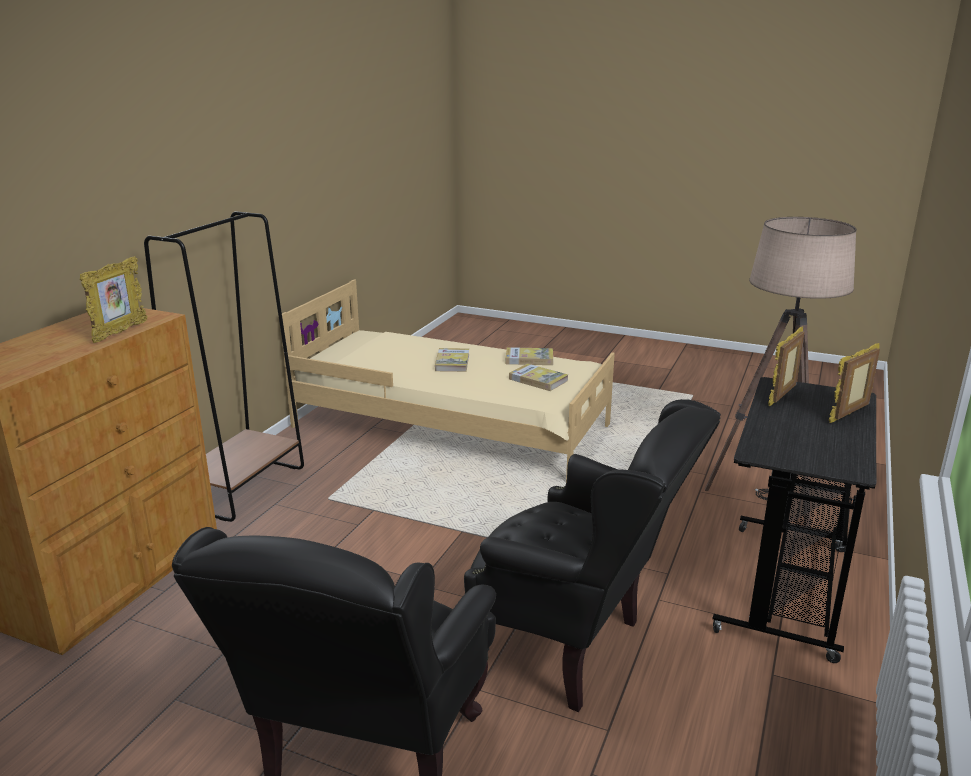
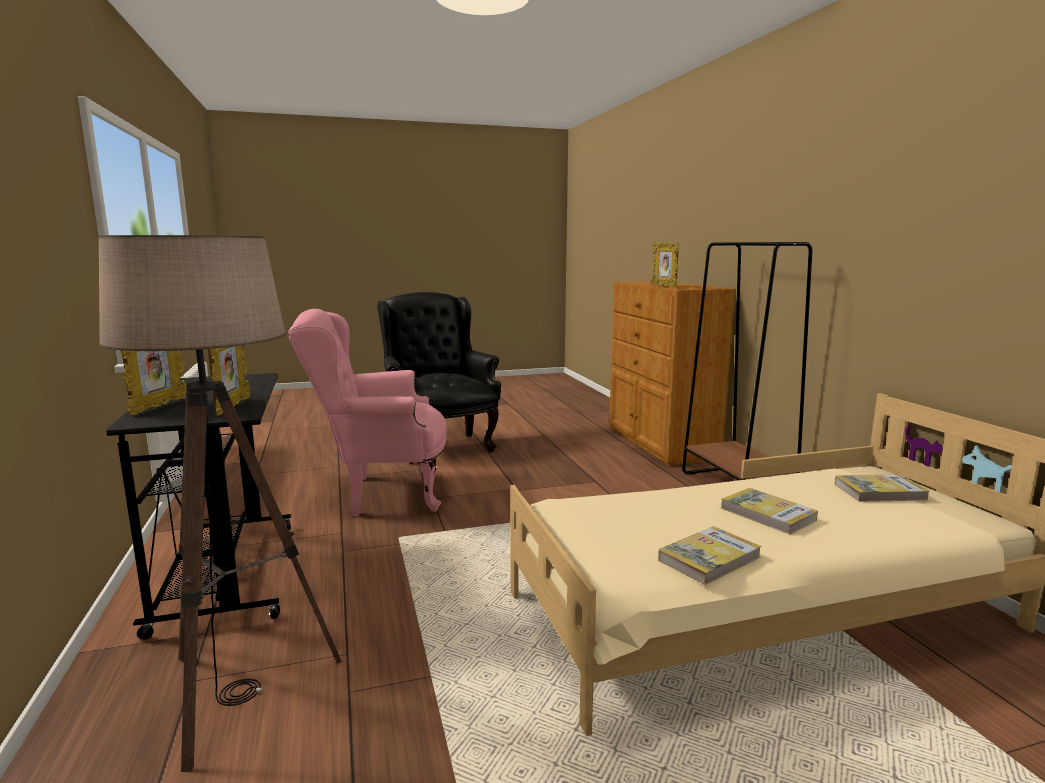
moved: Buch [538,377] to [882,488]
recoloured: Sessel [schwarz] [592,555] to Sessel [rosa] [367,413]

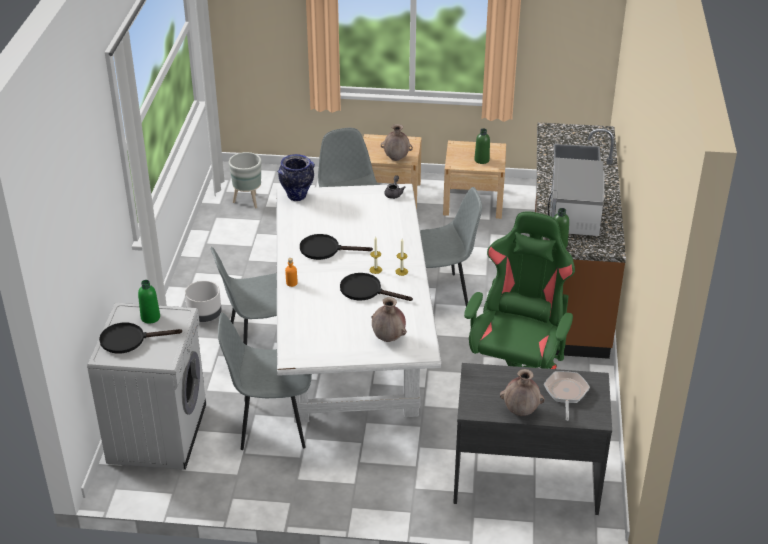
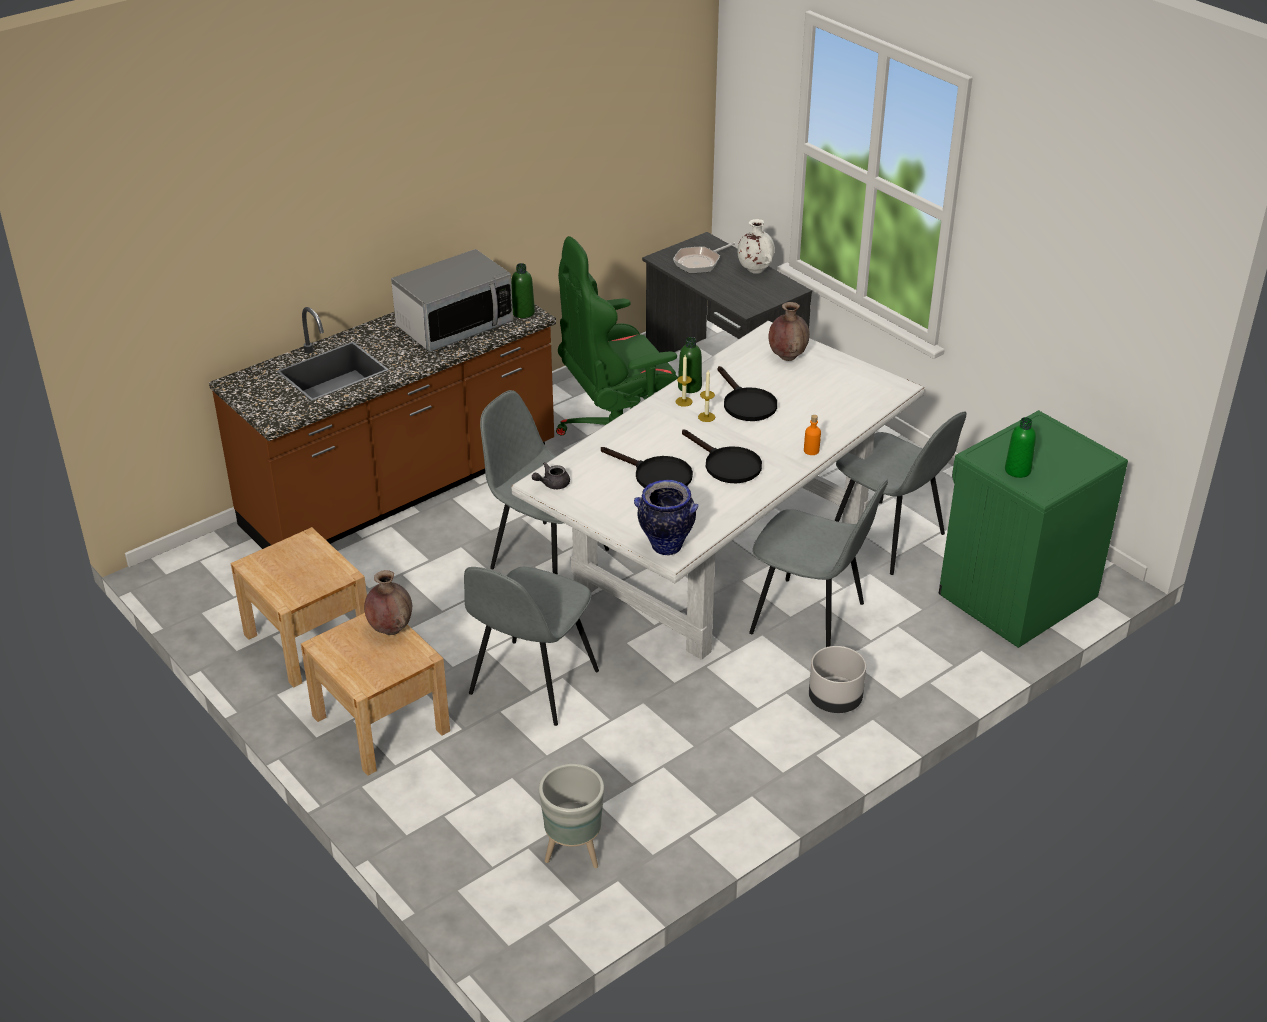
moved: Pfanne [schwarz] [140,338] to [647,467]; Flasche [grün] [482,146] to [690,365]
recoloured: Waschmaschine [weiß] [146,386] to Waschmaschine [grün] [1033,529]; Vase [braun] [522,392] to Vase [weiß] [756,246]

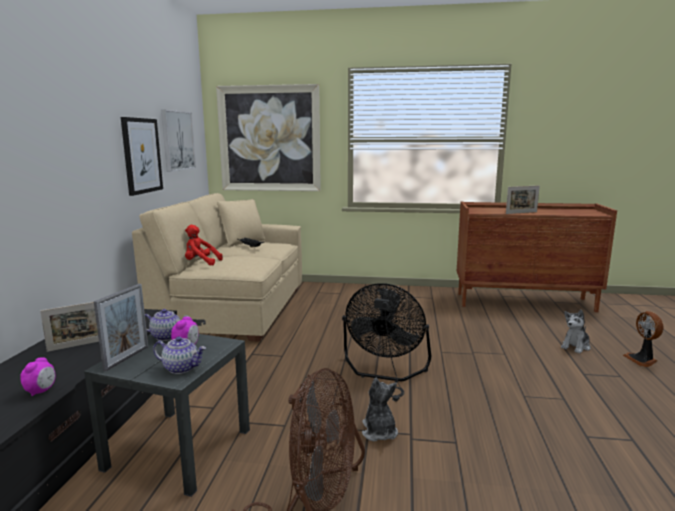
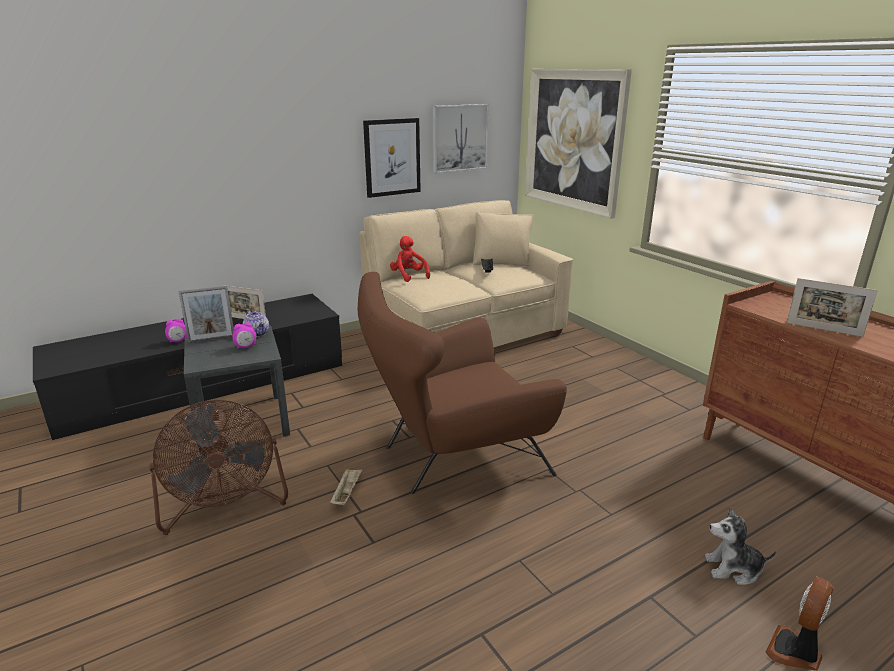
removed: Teekanne [179,355]
replaced: Ventilator [schwarz] [386,342] to Sessel [braun] [462,383]; Plüschtier [380,409] to Tablett [beige] [346,487]

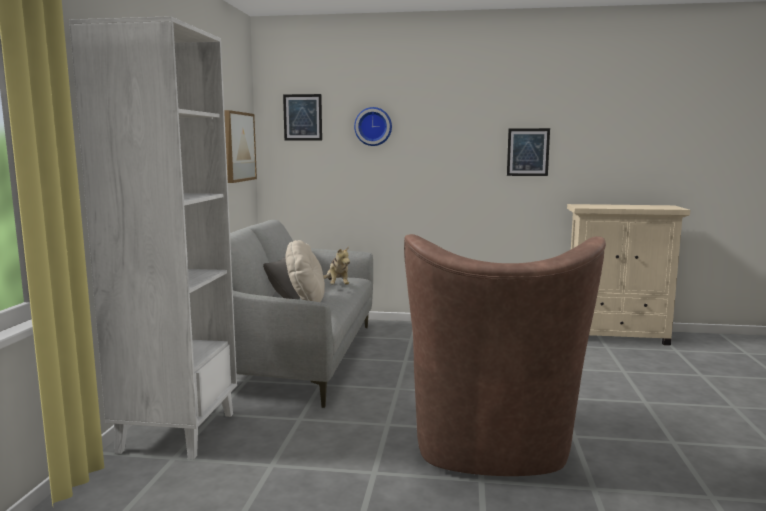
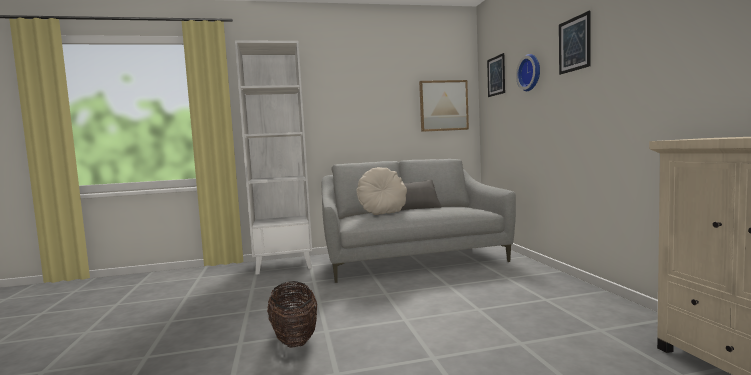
removed: Plüschtier [336,265]
moved: Bild [528,152] to [574,43]
replaced: Sessel [braun] [505,355] to Korb [292,314]

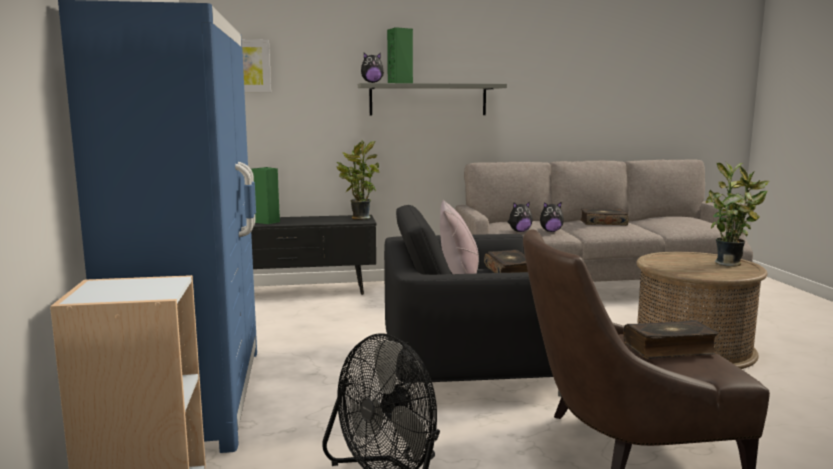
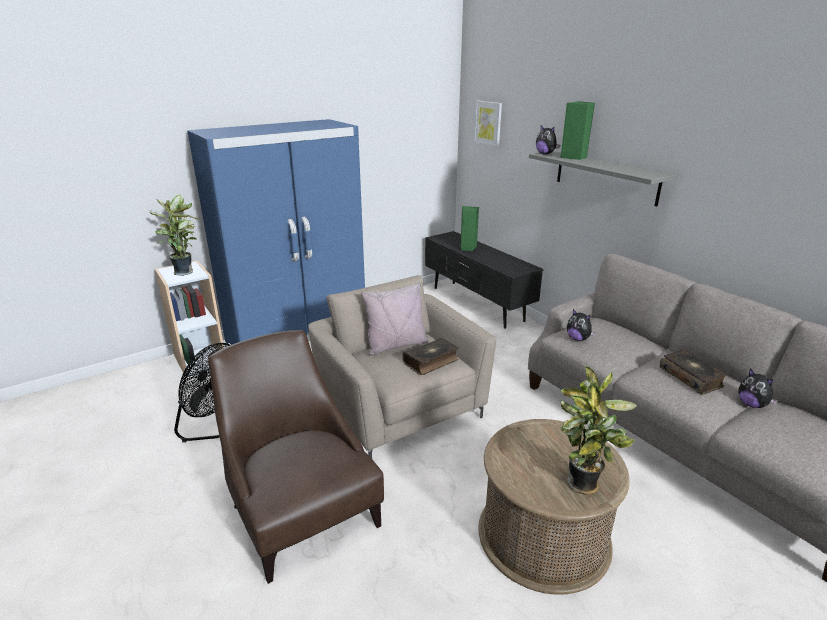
removed: Buch [671,339]
moved: Topfpflanze [358,180] to [174,235]; Plüschtier [552,217] to [758,388]
recoloured: Sessel [schwarz] [473,304] to Sessel [beige] [402,366]

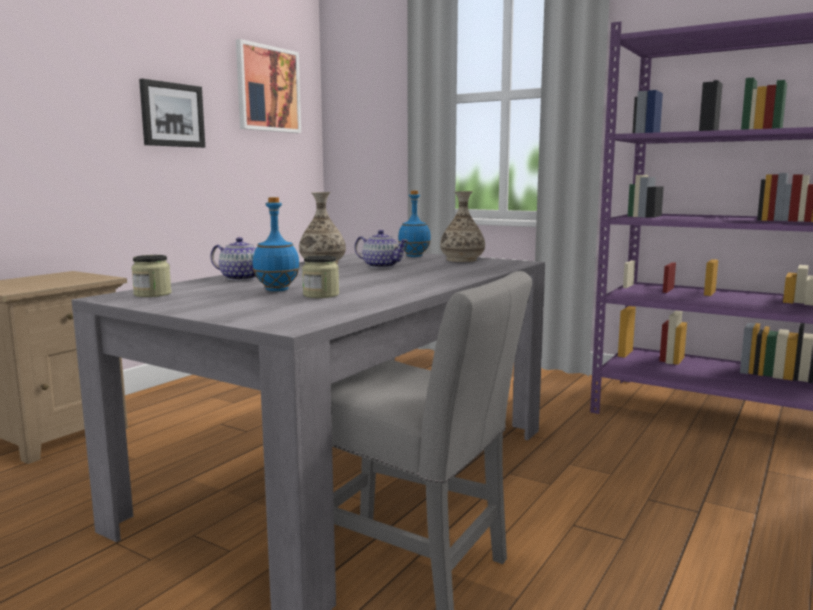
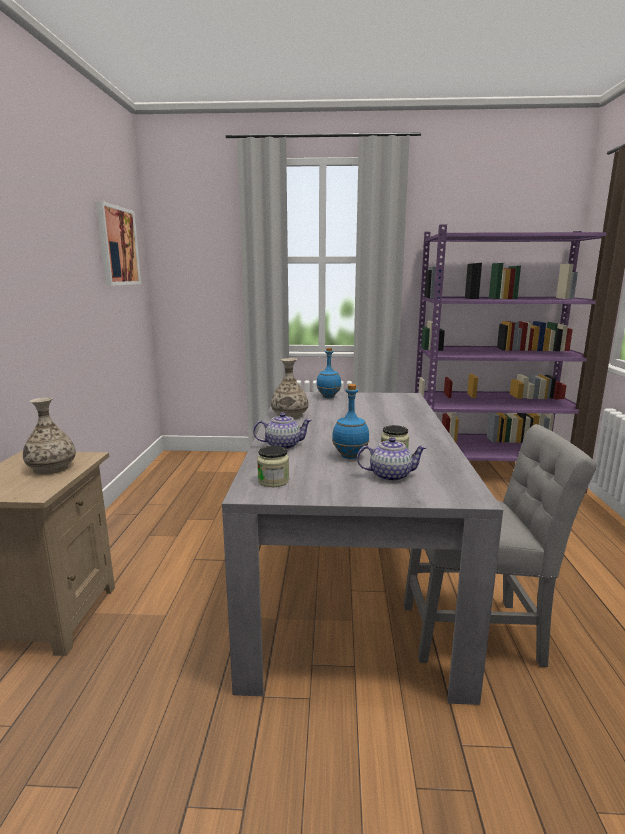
removed: Bild [172,113]
moved: Teekanne [382,249] to [392,459]; Vase [462,226] to [49,436]

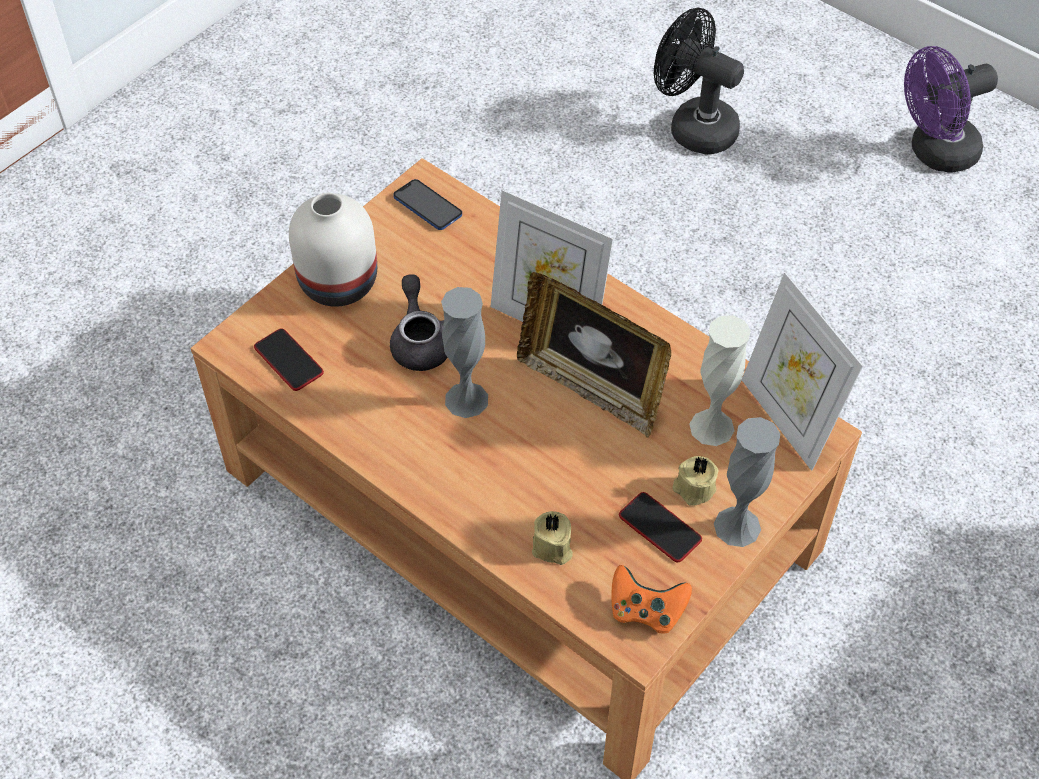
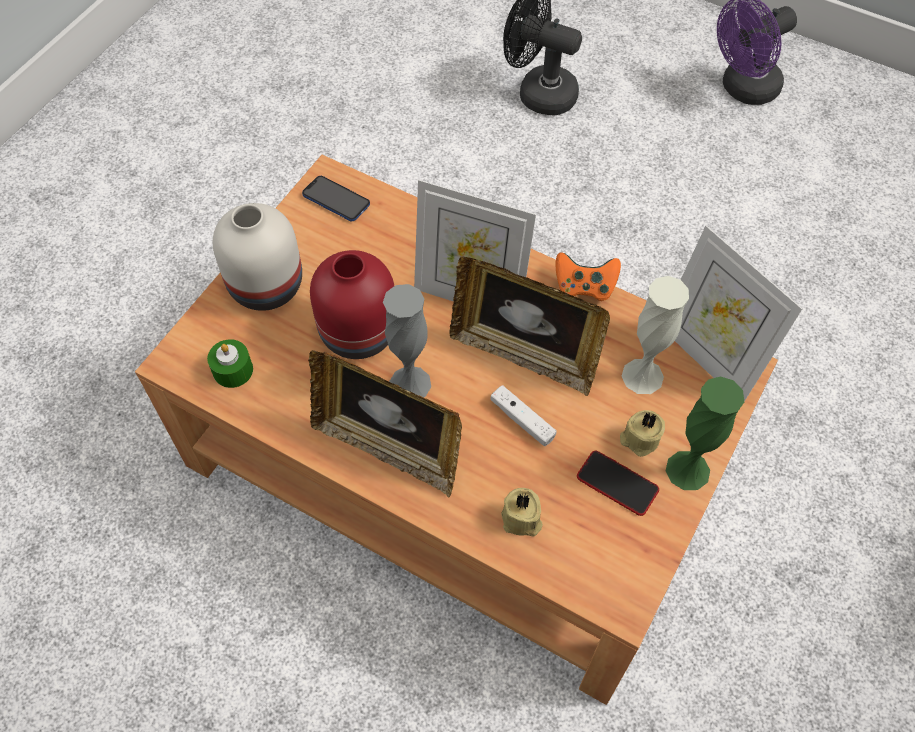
added: Bilderrahmen [385,423]; Gamepad [weiß] [523,415]
moved: Gamepad [orange] [651,599] to [588,276]
replaced: Handy [289,359] to Kerze [grün] [230,363]; Teekanne [grau] [419,323] to Vase [rot] [352,304]
recoloured: Vase [grau] [747,482] to Vase [grün] [705,433]

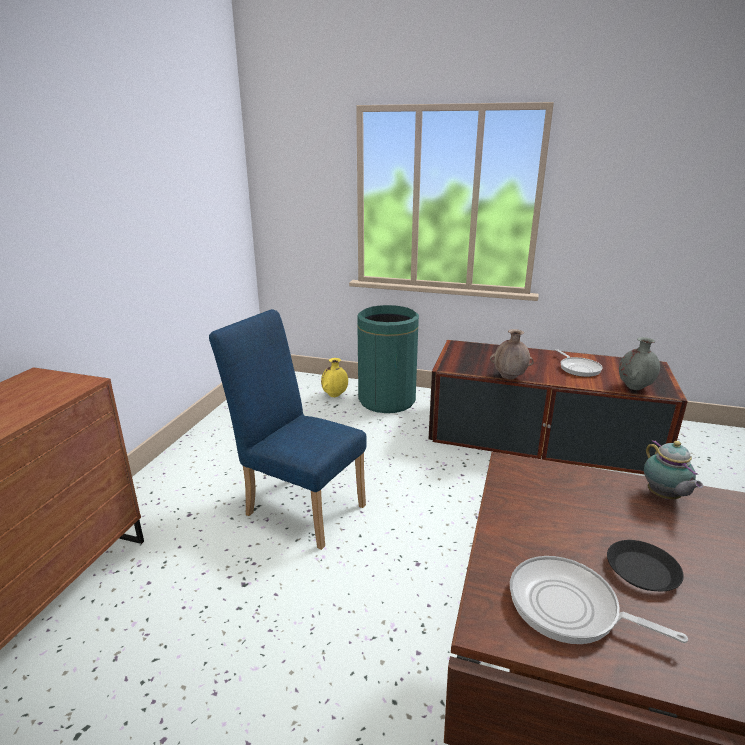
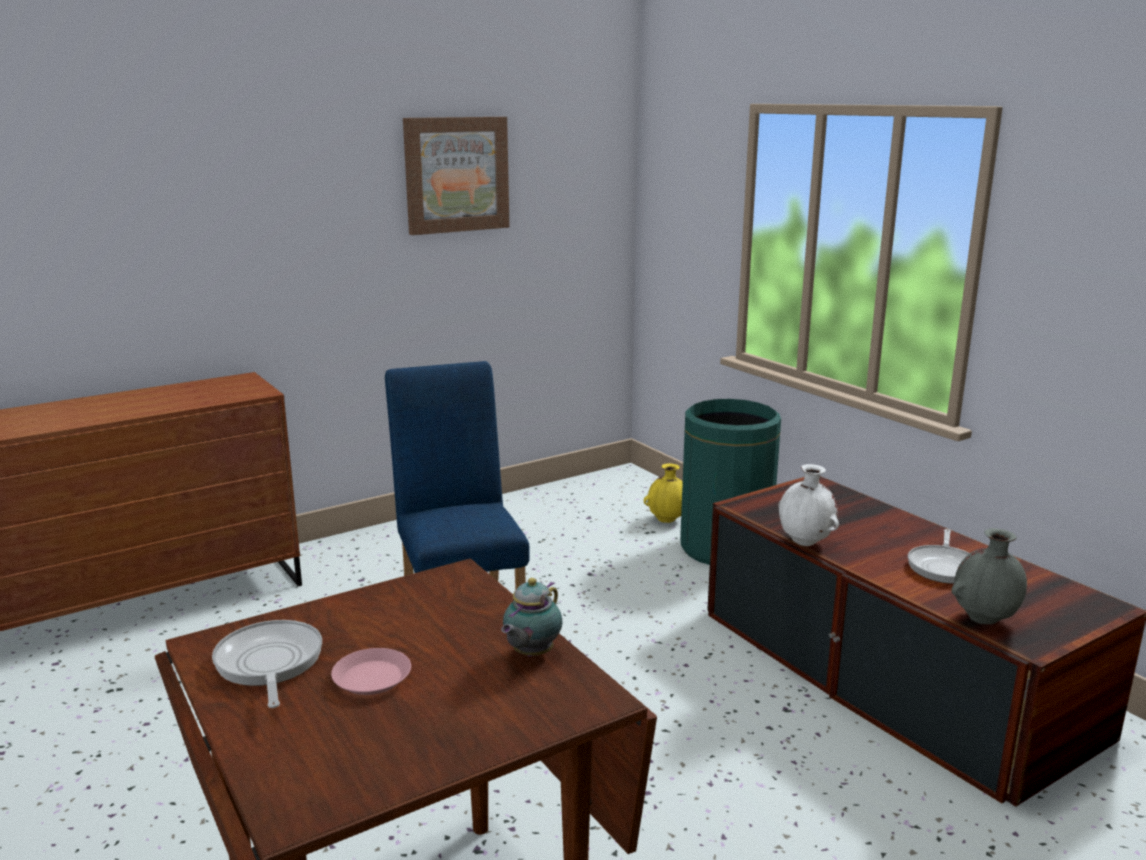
added: Bild [456,176]
recoloured: Vase [braun] [512,354] to Vase [weiß] [808,505]; Teller [schwarz] [645,565] to Teller [rosa] [371,671]

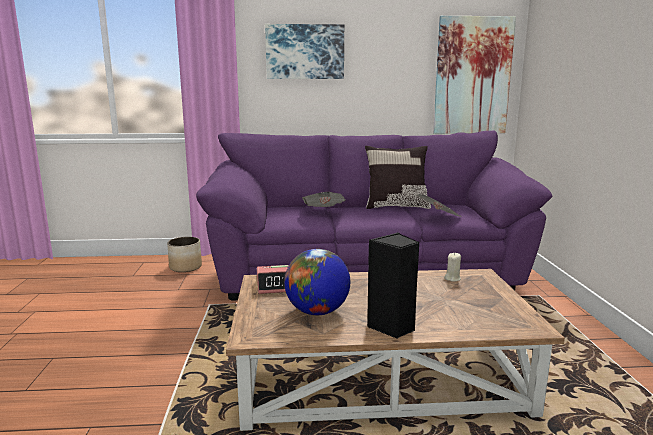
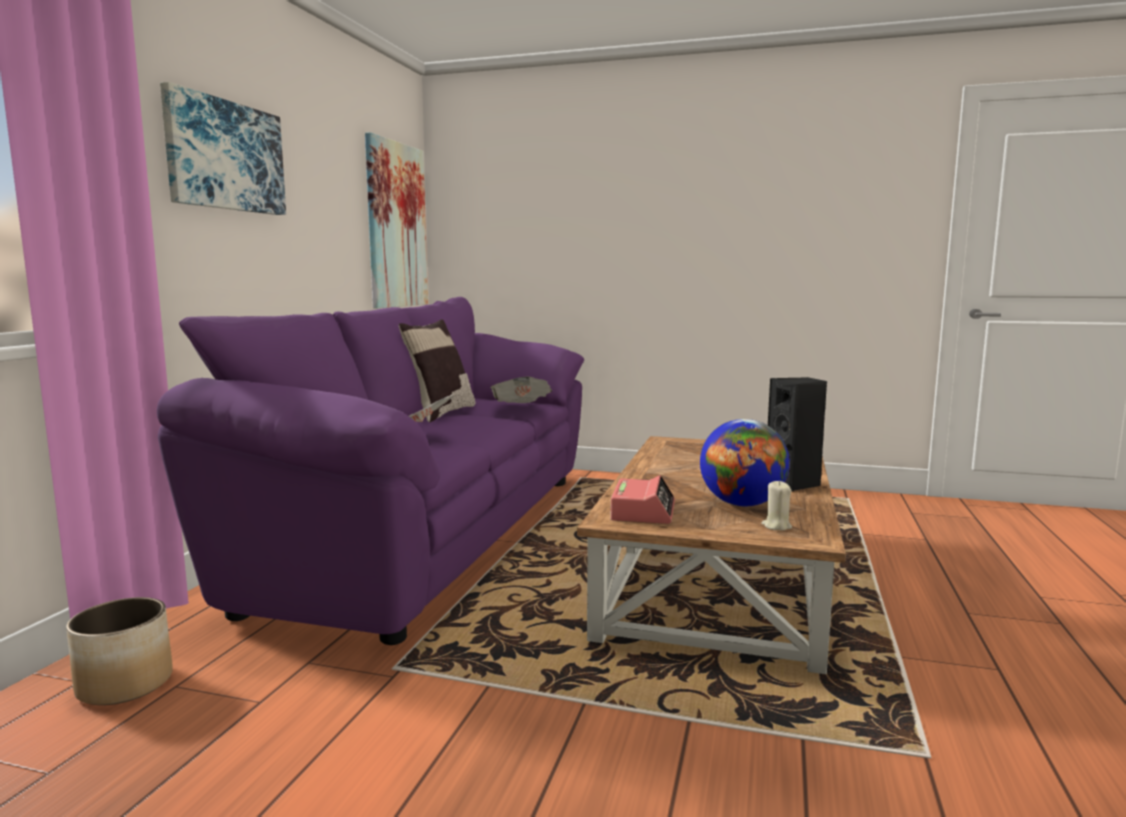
moved: Kerze [beige] [452,267] to [776,506]

